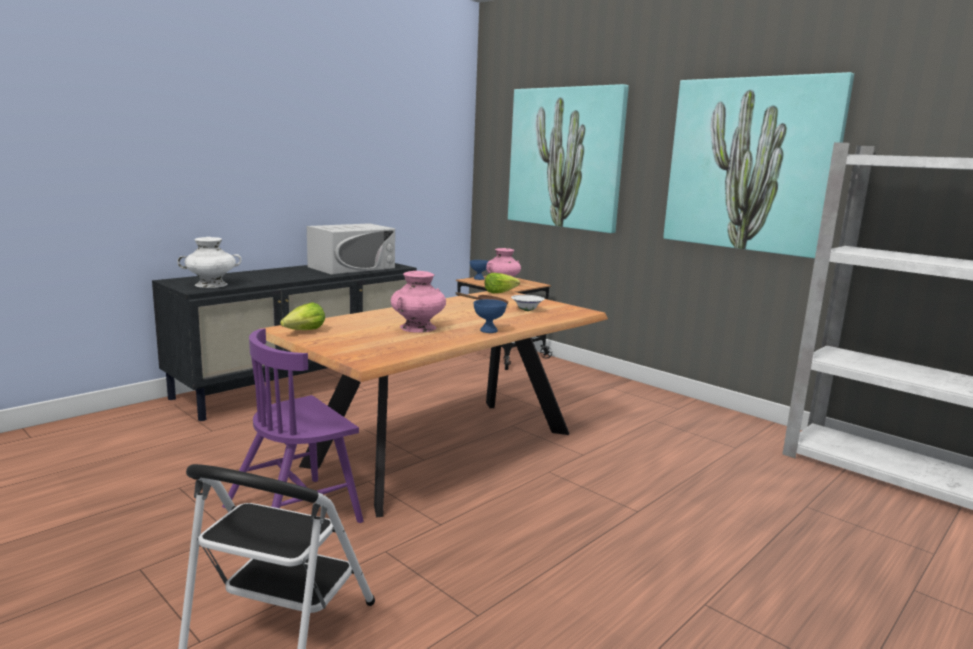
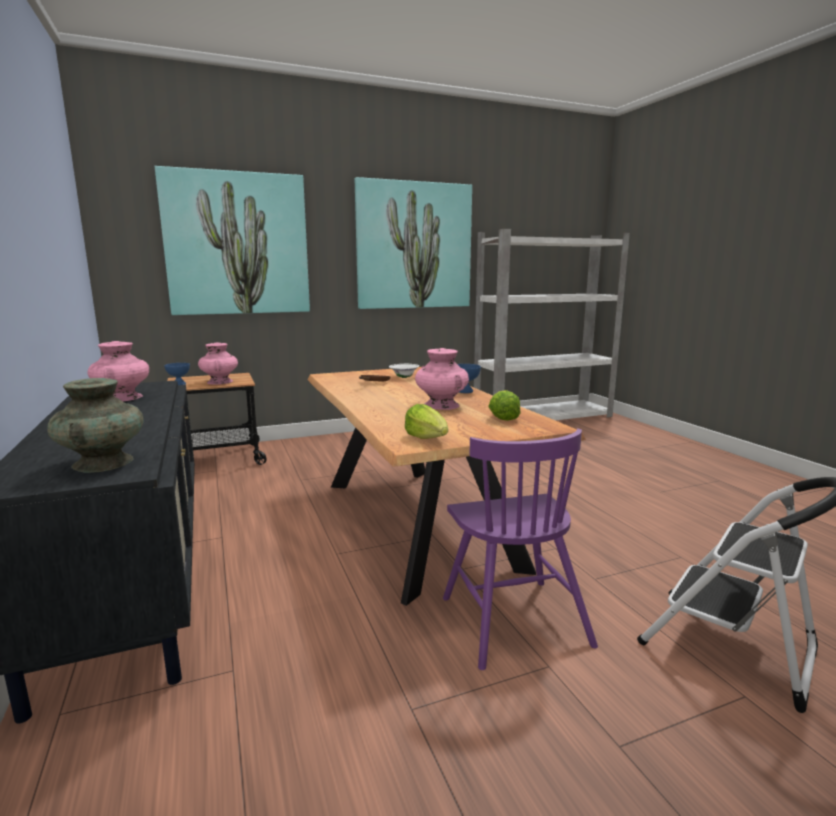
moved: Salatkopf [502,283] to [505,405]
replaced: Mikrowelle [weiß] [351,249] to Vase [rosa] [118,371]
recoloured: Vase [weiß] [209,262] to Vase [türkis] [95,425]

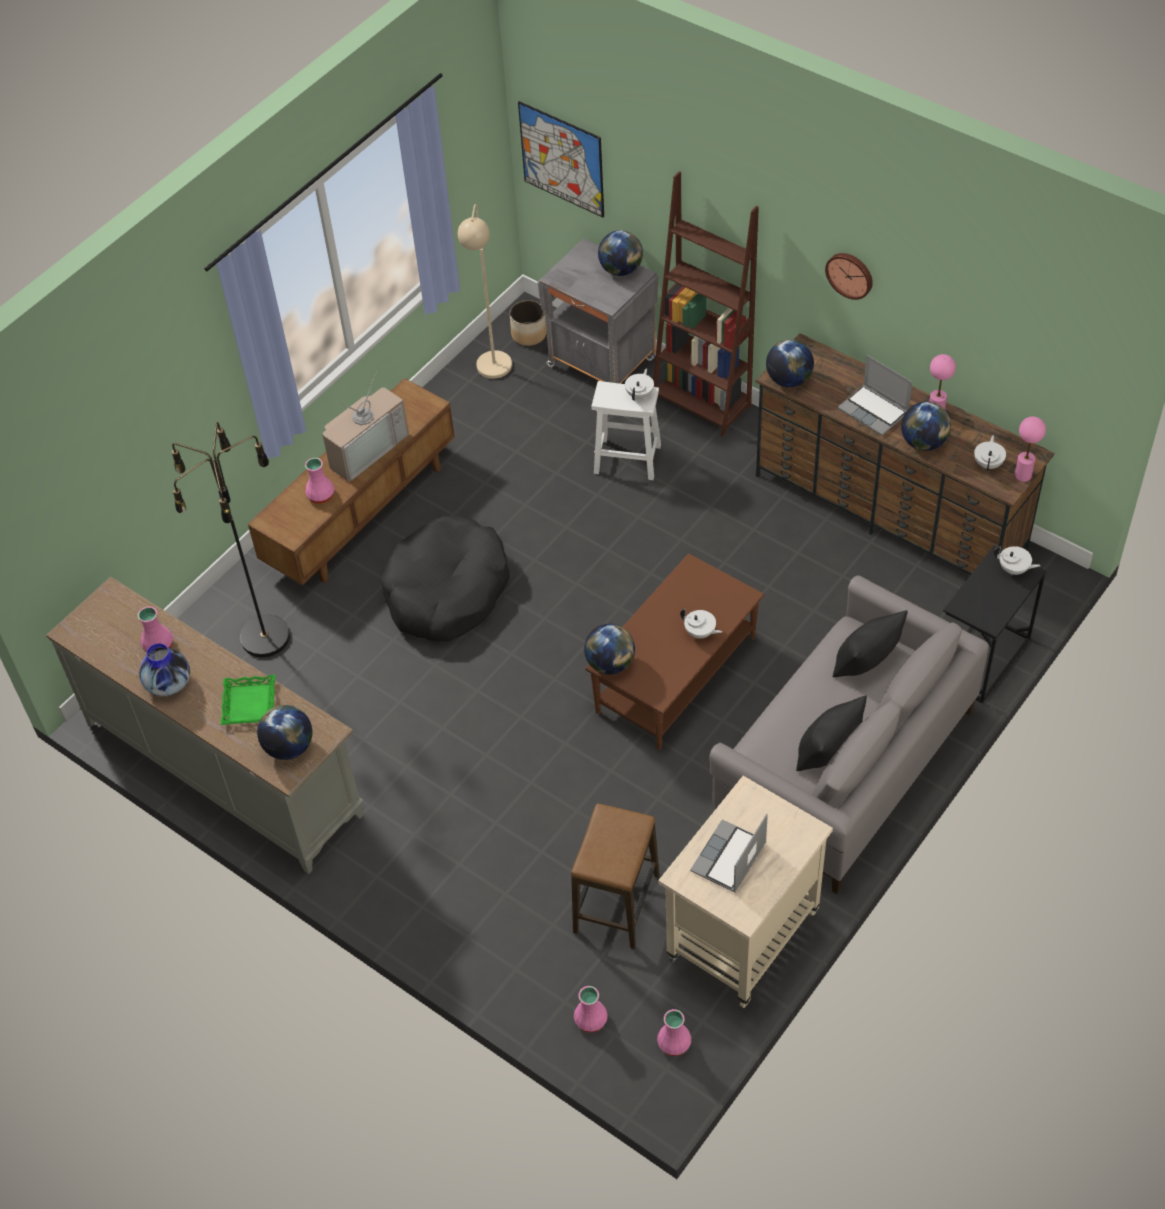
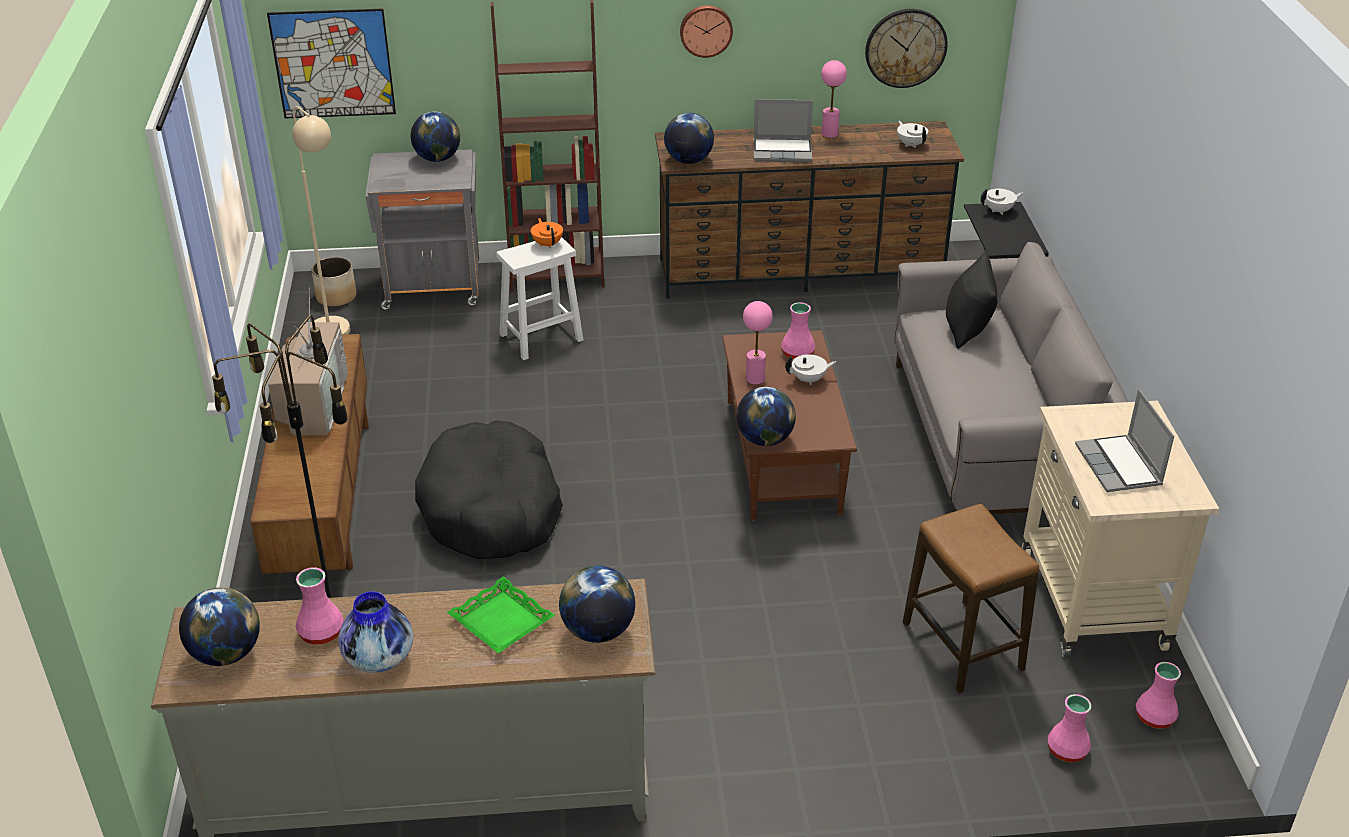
removed: Kissen [schwarz] [831,733]
added: Wanduhr [906,48]
moved: Vase [rosa] [319,481] to [798,331]; Globus [926,426] to [219,626]; Tischlampe [rosa] [1030,449] to [758,343]
recoloured: Teekanne [weiß] [639,384] to Teekanne [orange] [547,233]

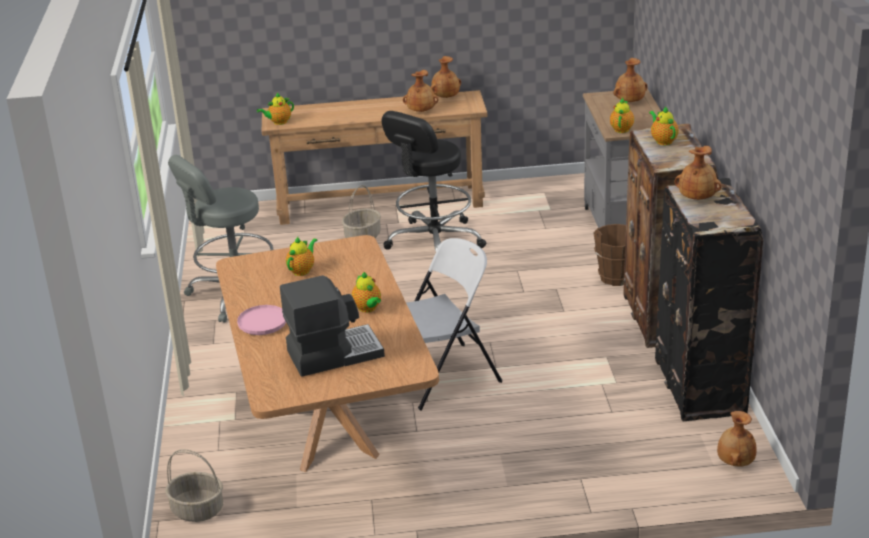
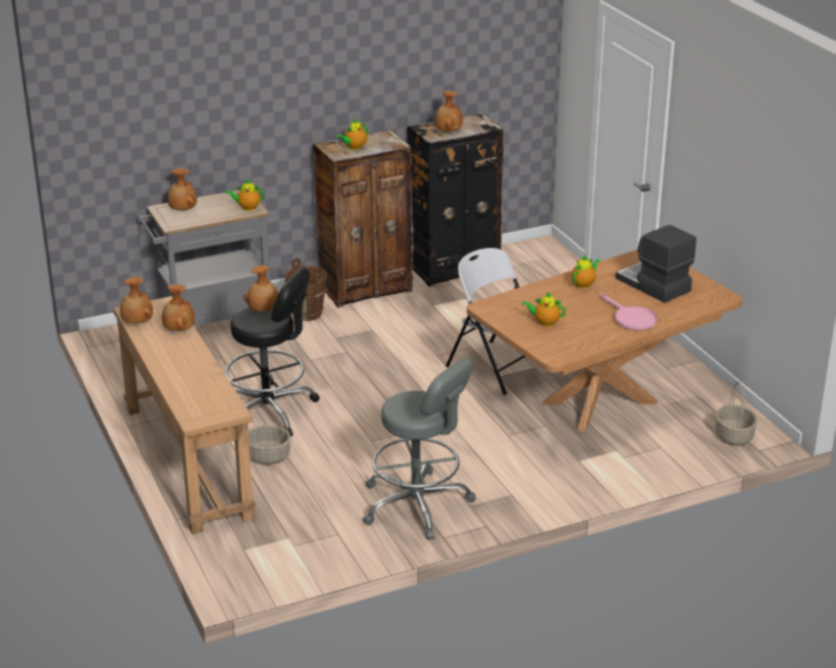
removed: Teekanne [275,108]
moved: Vase [braun] [737,439] to [261,288]

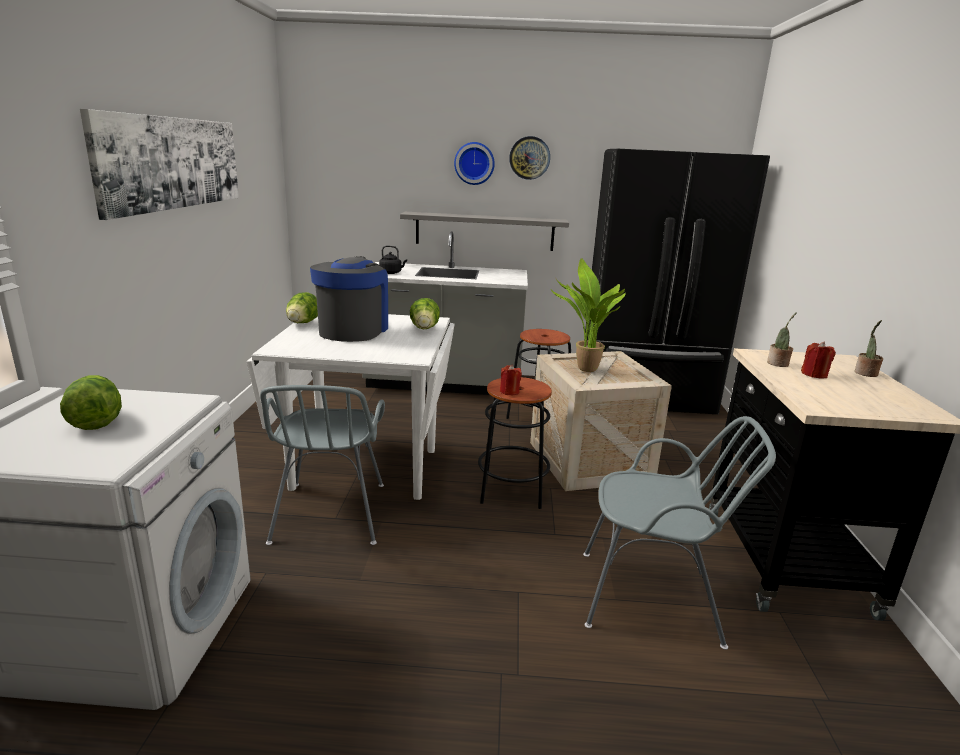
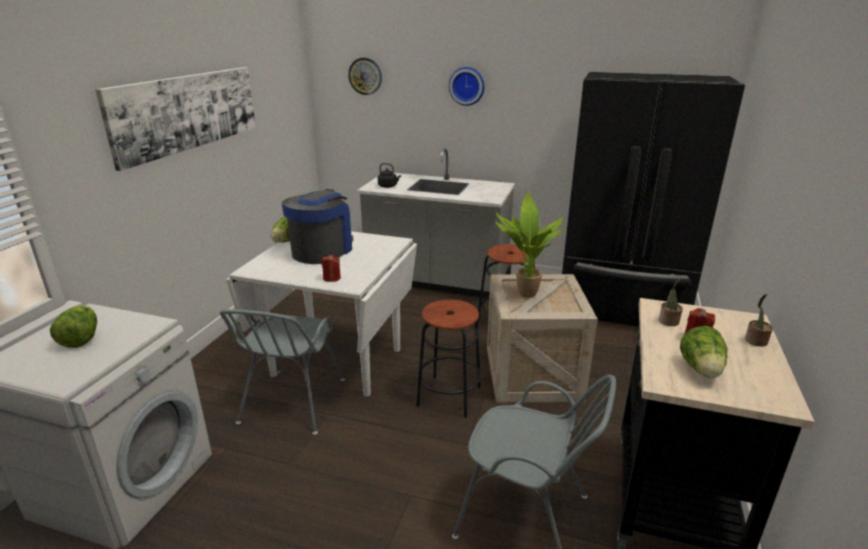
removed: Wandregal [grau] [484,231]
moved: Salatkopf [425,313] to [704,352]; Kerze [rot] [511,380] to [331,268]; Wanduhr [529,158] to [365,76]

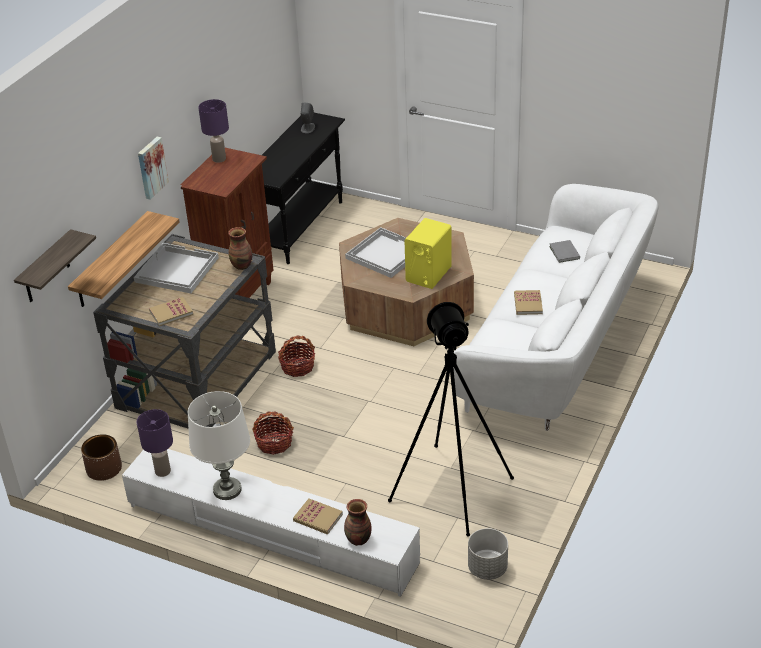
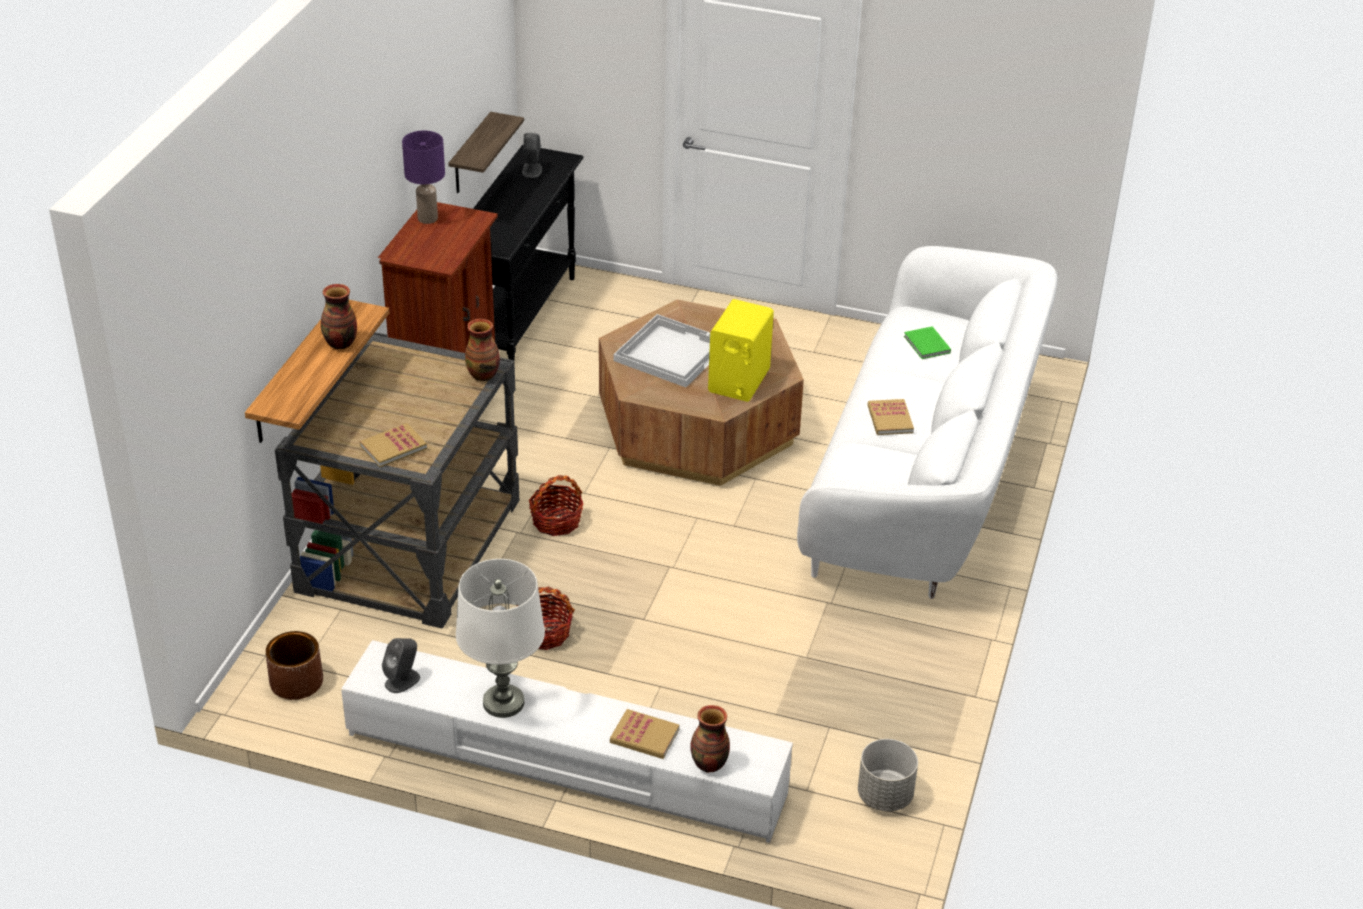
removed: Tablett [weiß] [176,268]; Bild [153,168]; Stehlampe [schwarz] [451,419]
added: Vase [339,317]
moved: Wandregal [55,265] to [486,152]
replaced: Tischlampe [lila] [155,443] to Lautsprecher [grau] [401,665]
recoloured: Buch [grau] [564,251] to Buch [grün] [927,342]

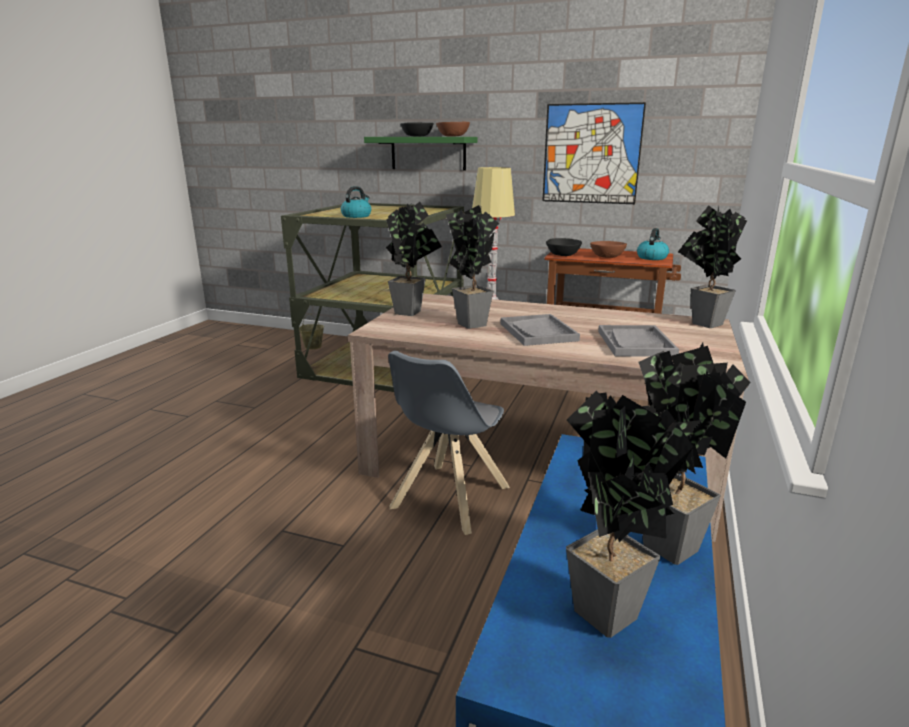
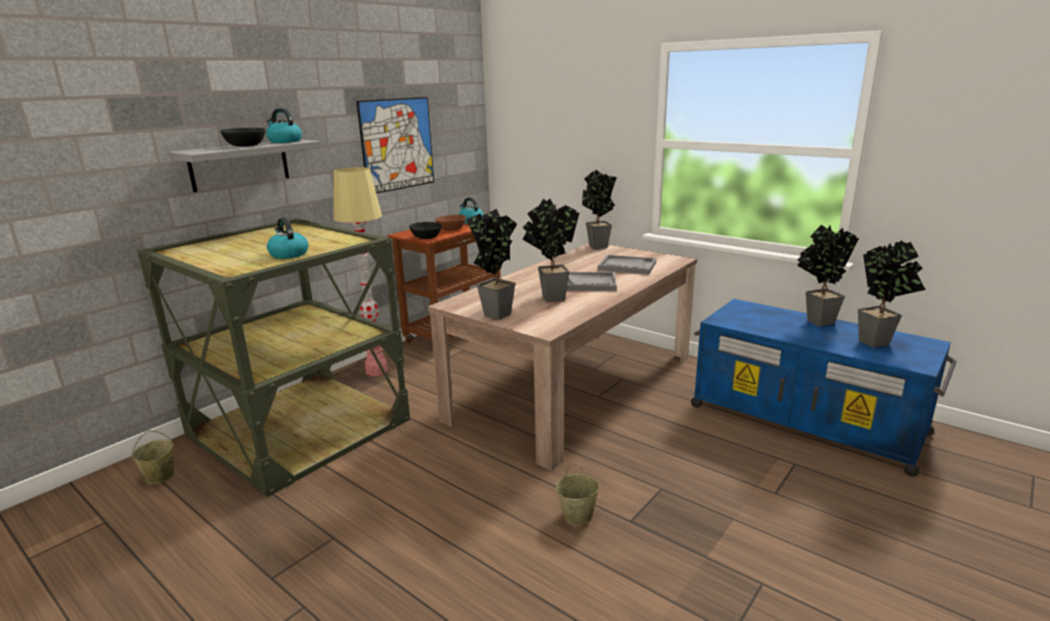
removed: Stuhl [grau] [449,443]
added: Eimer [beige] [578,494]
replaced: Schüssel [braun] [453,129] to Wasserkessel [284,125]
recoloured: Wandregal [grün] [420,153] to Wandregal [grau] [244,166]

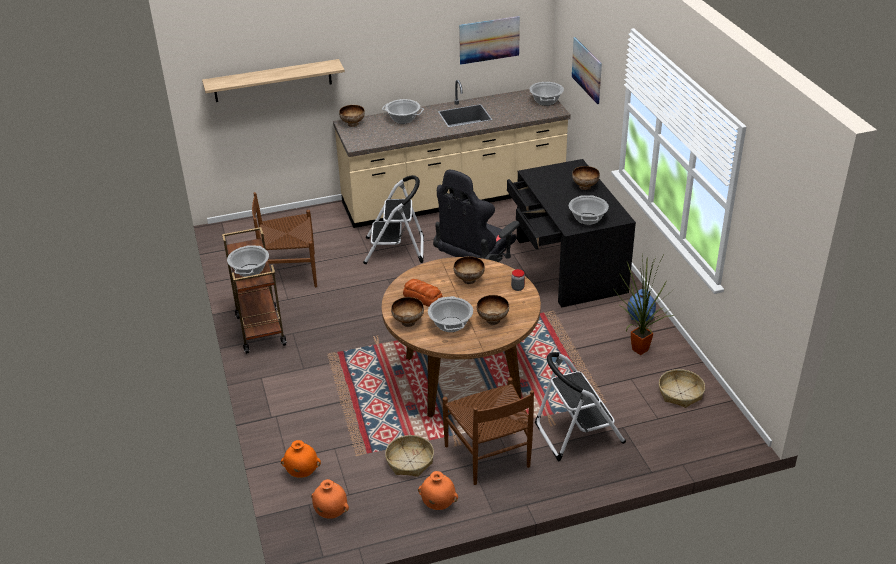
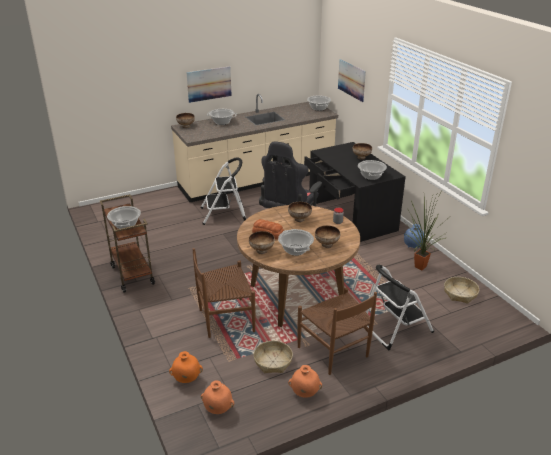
removed: Wandregal [273,80]
moved: Stuhl [braun] [284,239] to [224,293]; Bild [489,40] to [209,84]

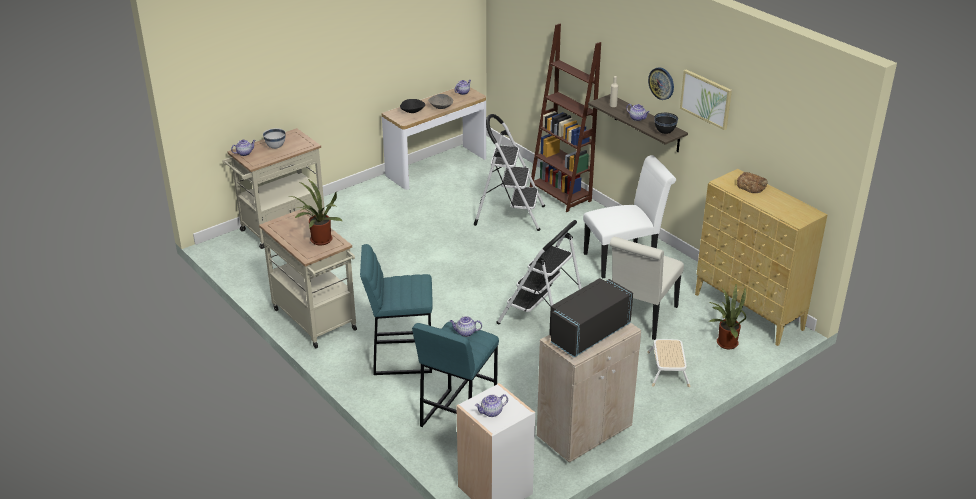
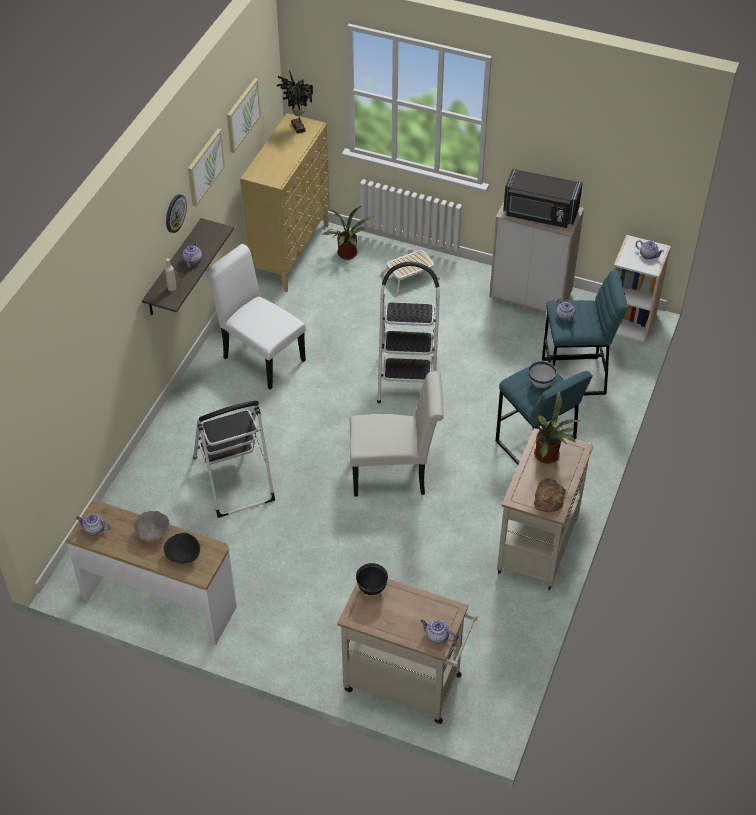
removed: Bücherregal [braun] [565,118]
added: Bild [244,115]; Topfpflanze [295,102]
moved: Schüssel [weiß] [274,138] to [543,374]; Stuhl [weiß] [647,288] to [396,434]; Schüssel [schwarz] [666,123] to [372,579]; Brot [752,182] to [550,495]

